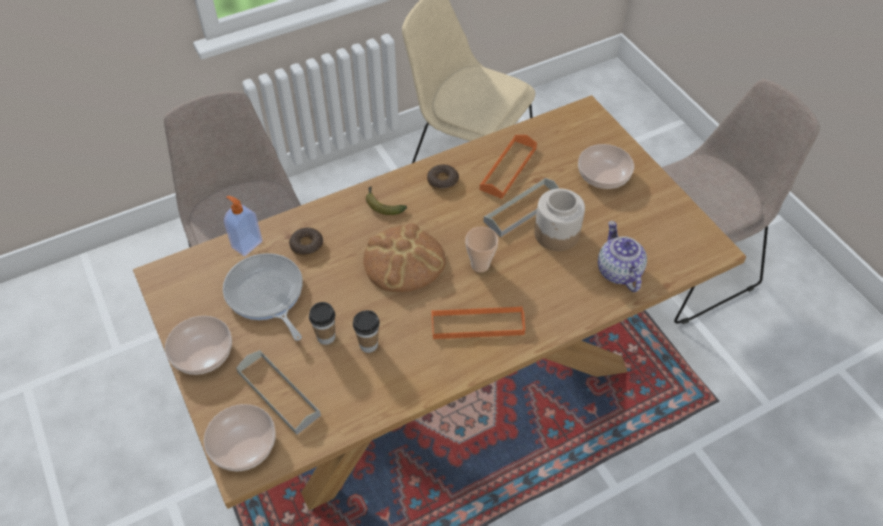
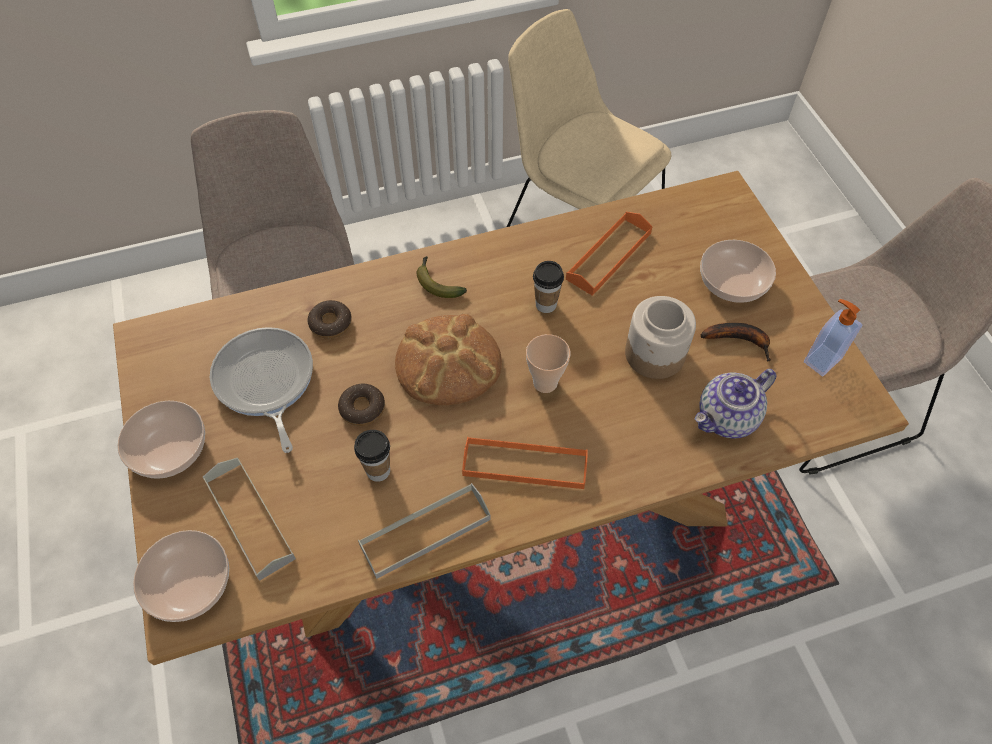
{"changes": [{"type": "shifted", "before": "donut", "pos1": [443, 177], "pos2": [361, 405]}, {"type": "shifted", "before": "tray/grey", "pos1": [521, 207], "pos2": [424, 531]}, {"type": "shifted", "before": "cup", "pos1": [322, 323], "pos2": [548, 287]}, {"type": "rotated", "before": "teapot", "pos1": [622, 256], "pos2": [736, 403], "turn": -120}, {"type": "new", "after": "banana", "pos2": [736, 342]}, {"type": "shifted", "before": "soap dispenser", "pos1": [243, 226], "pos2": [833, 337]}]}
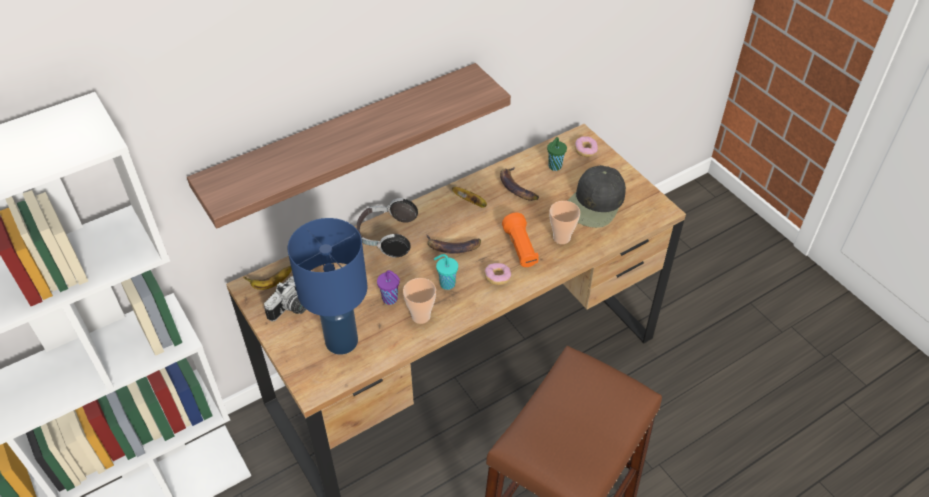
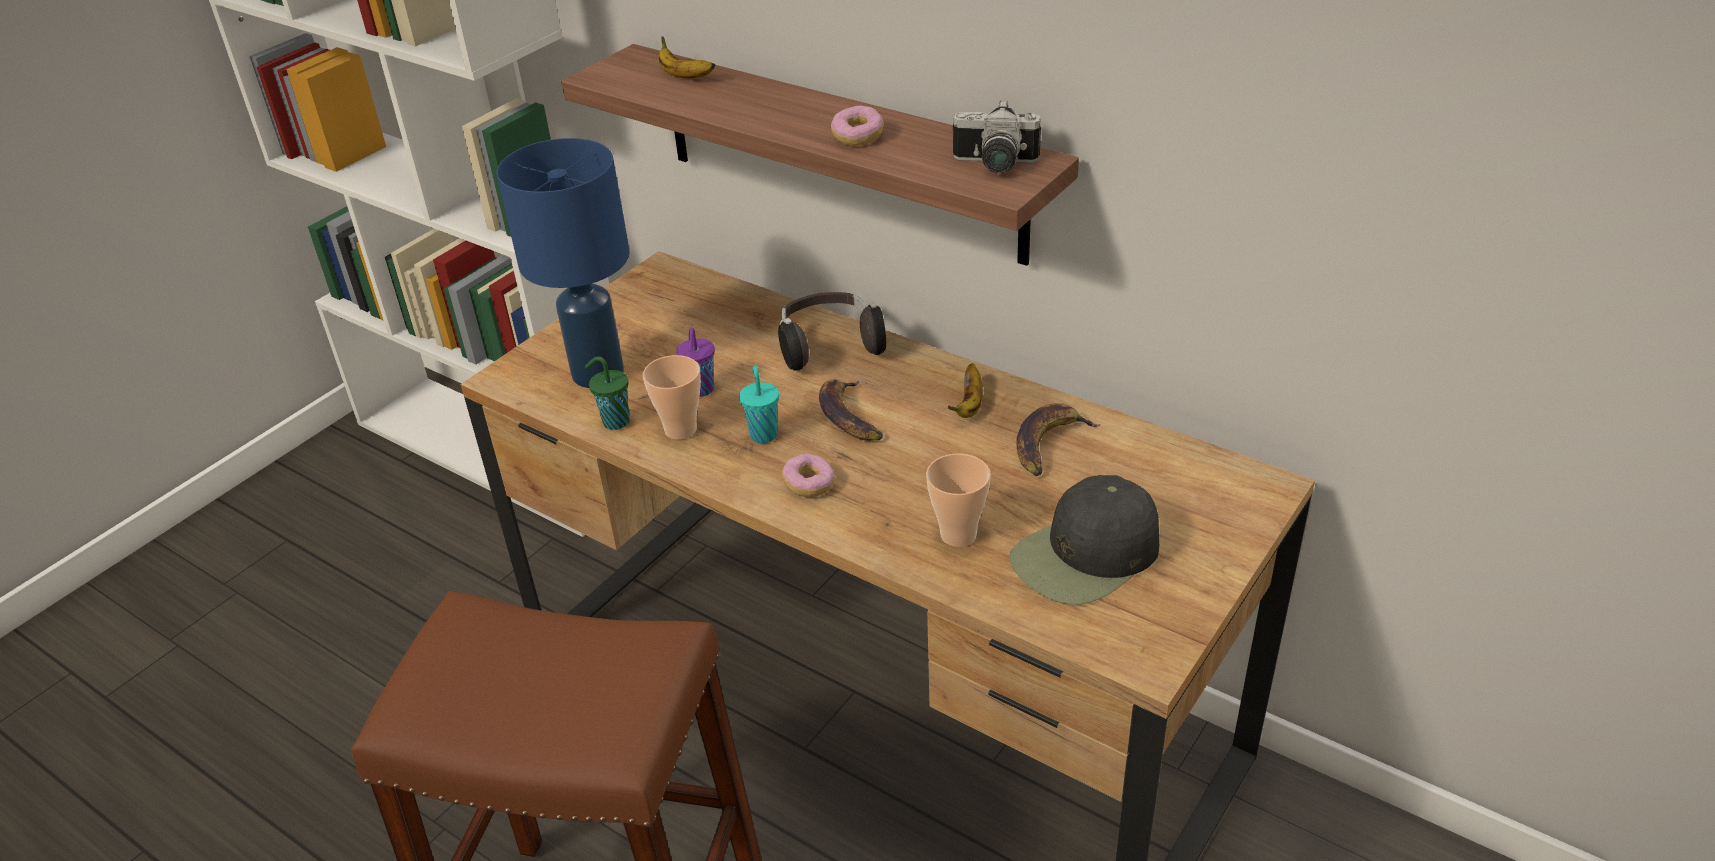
{"changes": [{"type": "shifted", "before": "cup/green", "pos1": [557, 154], "pos2": [607, 393]}, {"type": "shifted", "before": "banana", "pos1": [268, 278], "pos2": [686, 57]}, {"type": "shifted", "before": "donut", "pos1": [586, 146], "pos2": [857, 126]}, {"type": "shifted", "before": "photo camera", "pos1": [285, 299], "pos2": [997, 136]}, {"type": "rotated", "before": "cap/black", "pos1": [597, 196], "pos2": [1084, 540], "turn": -45}, {"type": "gone", "before": "flashlight/orange", "pos1": [520, 240]}]}
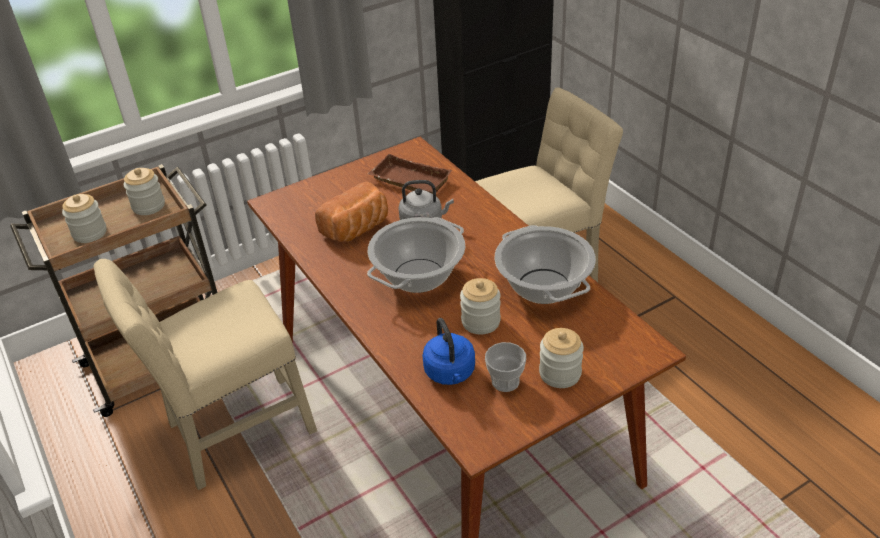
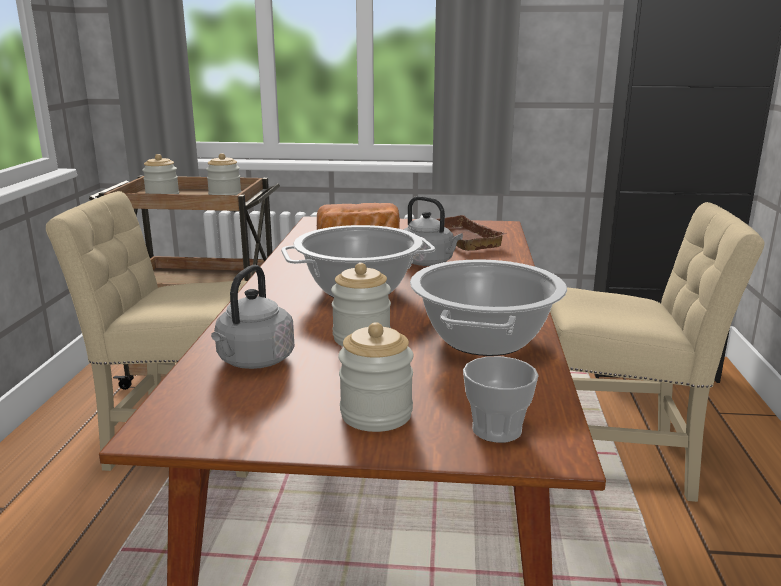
{"changes": [{"type": "repainted", "before": "kettle/blue", "after": "kettle/grey", "pos1": [448, 351], "pos2": [253, 317]}, {"type": "shifted", "before": "cup", "pos1": [505, 367], "pos2": [501, 399]}]}
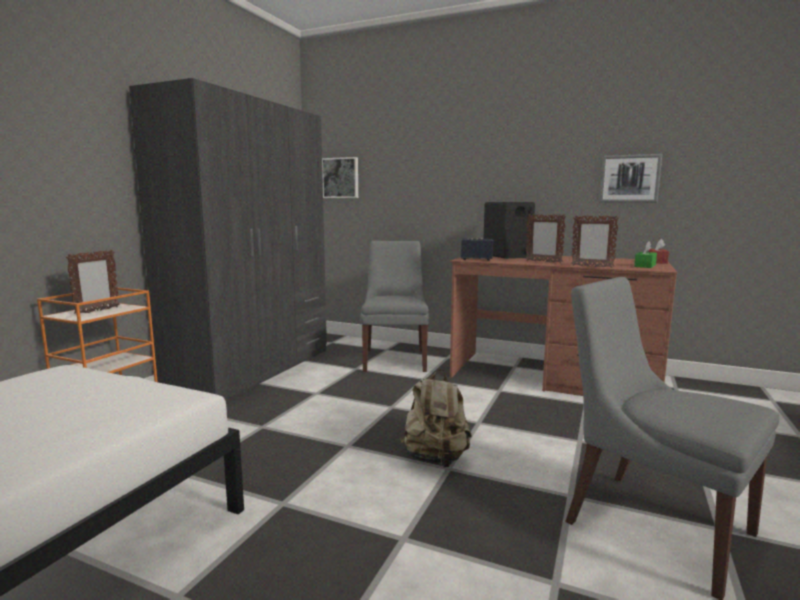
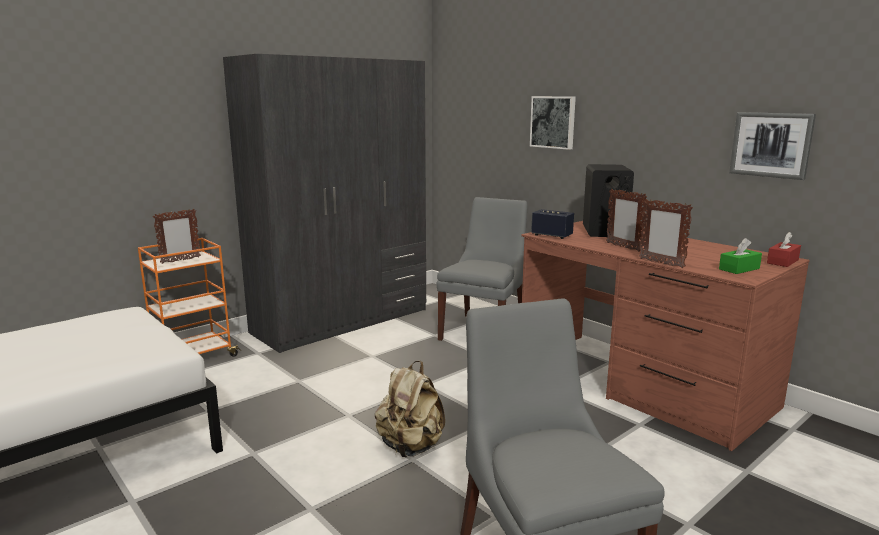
{"changes": [{"type": "shifted", "before": "picture", "pos1": [340, 177], "pos2": [553, 123]}]}
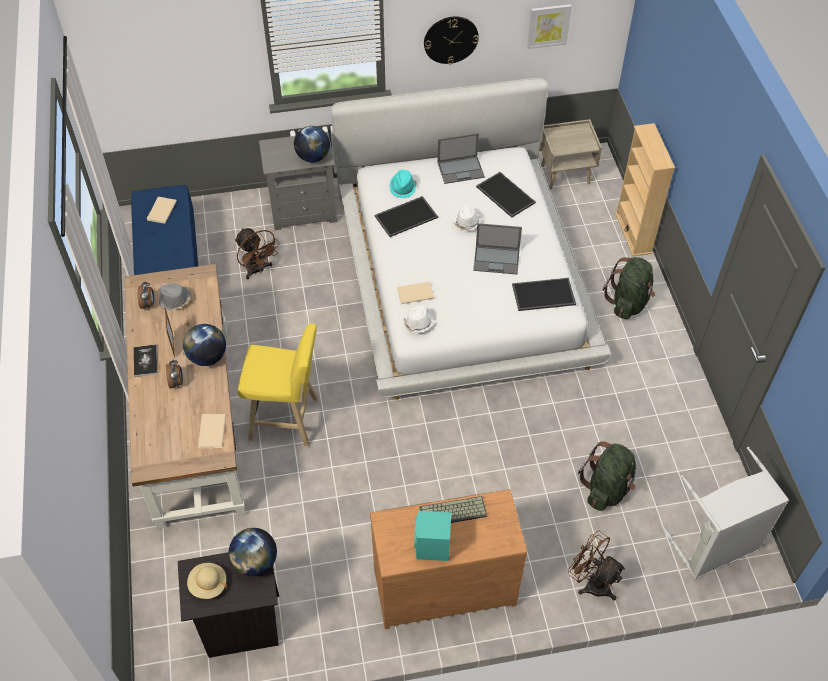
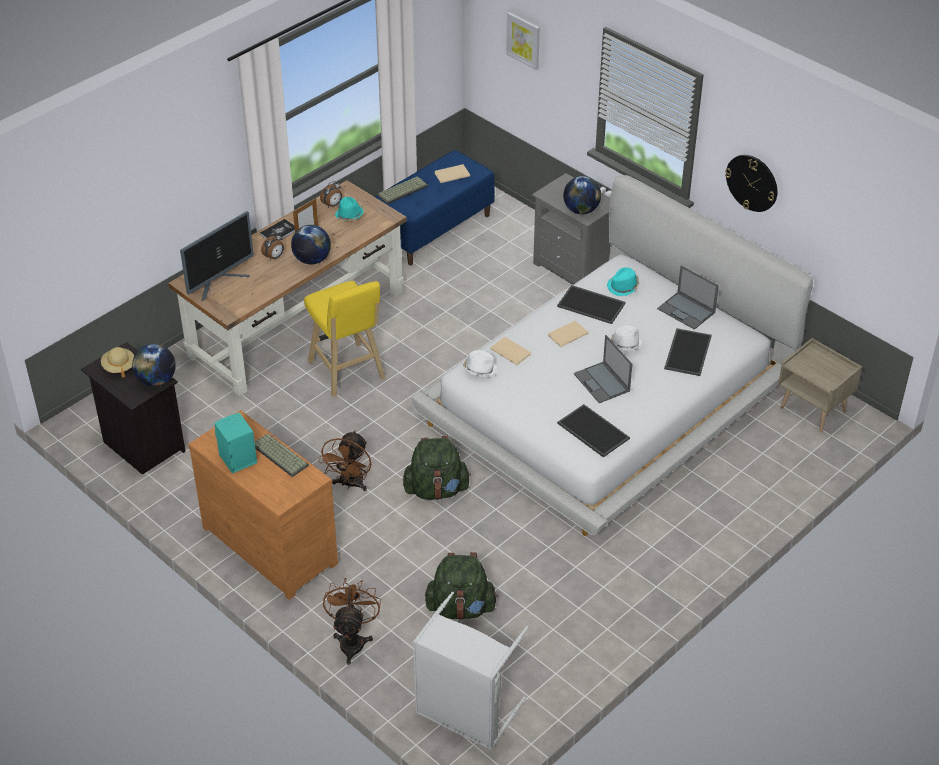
{"changes": [{"type": "new", "after": "monitor", "pos2": [217, 256]}, {"type": "shifted", "before": "fan/brown", "pos1": [257, 254], "pos2": [345, 460]}, {"type": "repainted", "before": "hat/grey", "after": "hat/turquoise", "pos1": [175, 296], "pos2": [349, 209]}, {"type": "new", "after": "keyboard", "pos2": [402, 190]}, {"type": "shifted", "before": "backpack/green", "pos1": [629, 288], "pos2": [437, 468]}, {"type": "shifted", "before": "picture", "pos1": [549, 26], "pos2": [523, 41]}, {"type": "shifted", "before": "book/beige", "pos1": [212, 431], "pos2": [568, 334]}, {"type": "gone", "before": "bookcase/beige", "pos1": [645, 189]}]}
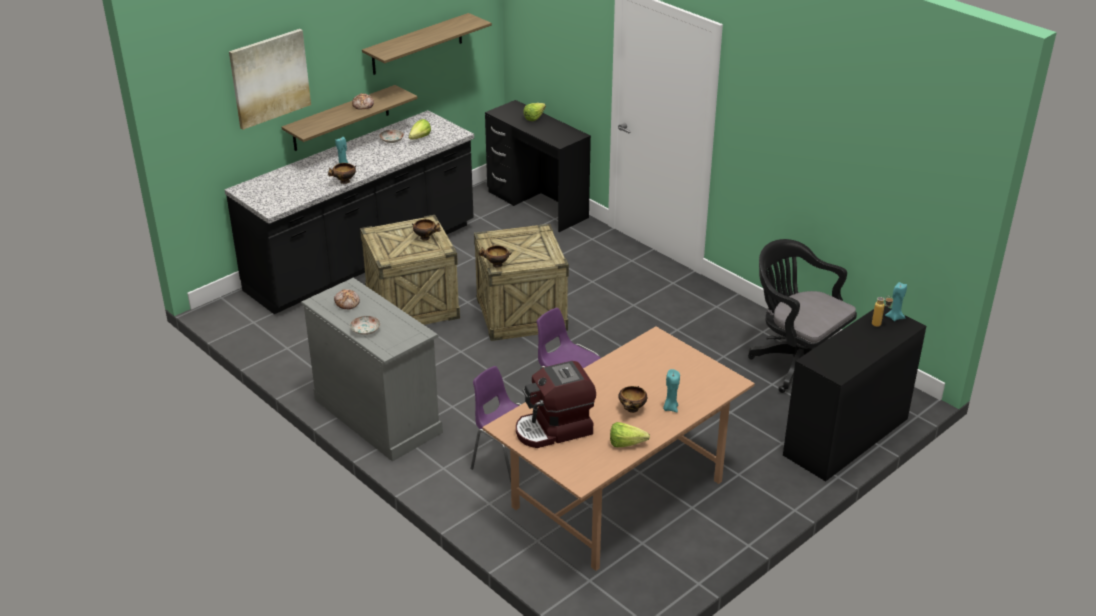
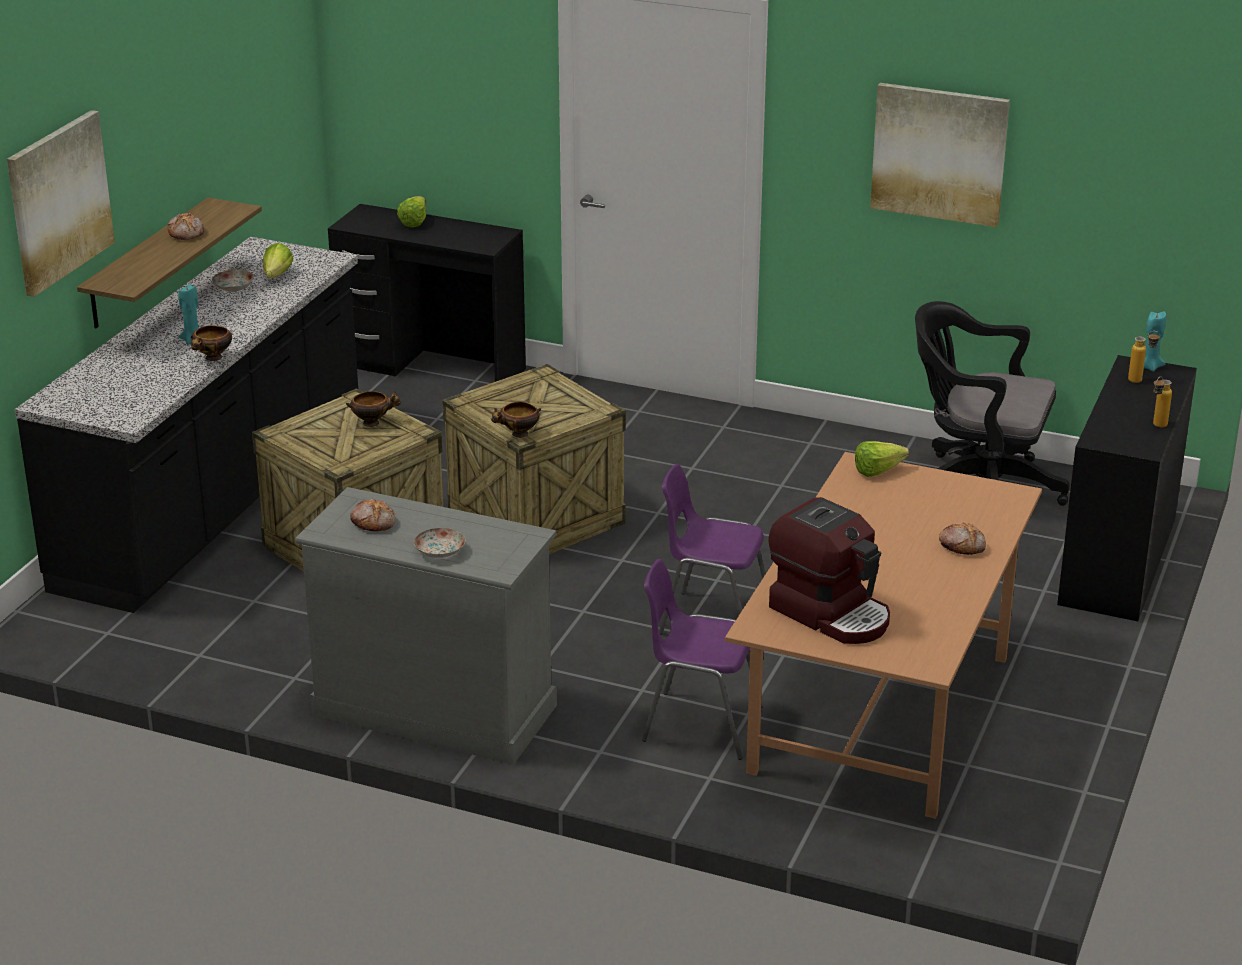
{"changes": [{"type": "rotated", "before": "coffee machine", "pos1": [556, 404], "pos2": [829, 570], "turn": -90}, {"type": "shifted", "before": "lettuce", "pos1": [630, 434], "pos2": [882, 459]}, {"type": "new", "after": "picture", "pos2": [940, 155]}, {"type": "swapped", "before": "candle/turquoise", "after": "bread", "pos1": [671, 390], "pos2": [962, 538]}, {"type": "new", "after": "bottle", "pos2": [1162, 401]}, {"type": "gone", "before": "shelf", "pos1": [427, 44]}, {"type": "gone", "before": "bowl", "pos1": [632, 399]}]}
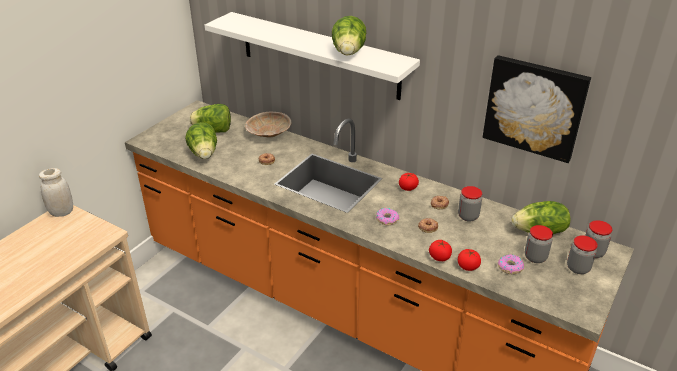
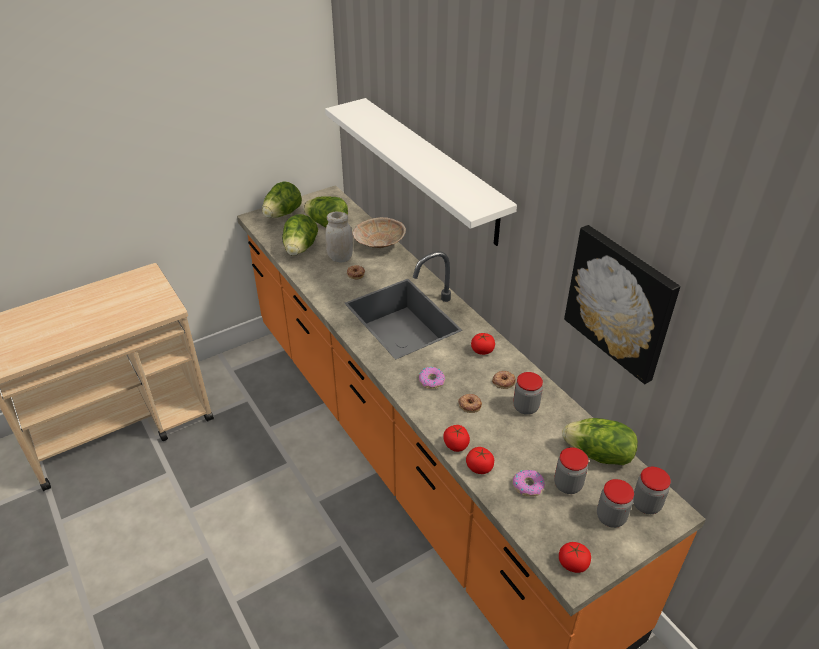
{"changes": [{"type": "shifted", "before": "lettuce", "pos1": [349, 36], "pos2": [282, 199]}, {"type": "shifted", "before": "jar/white", "pos1": [56, 192], "pos2": [339, 237]}, {"type": "new", "after": "tomato", "pos2": [575, 557]}]}
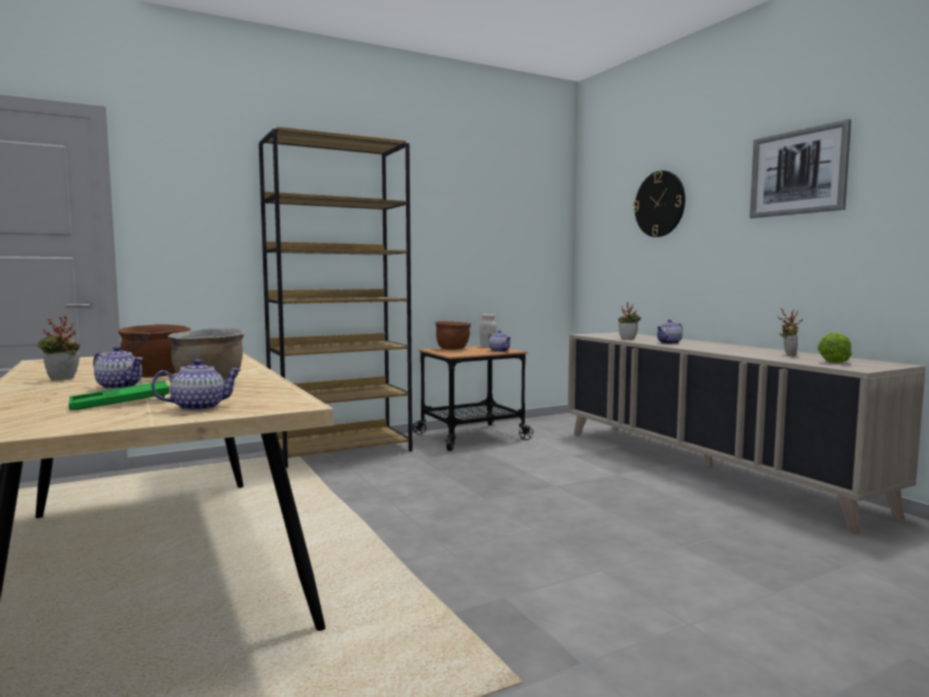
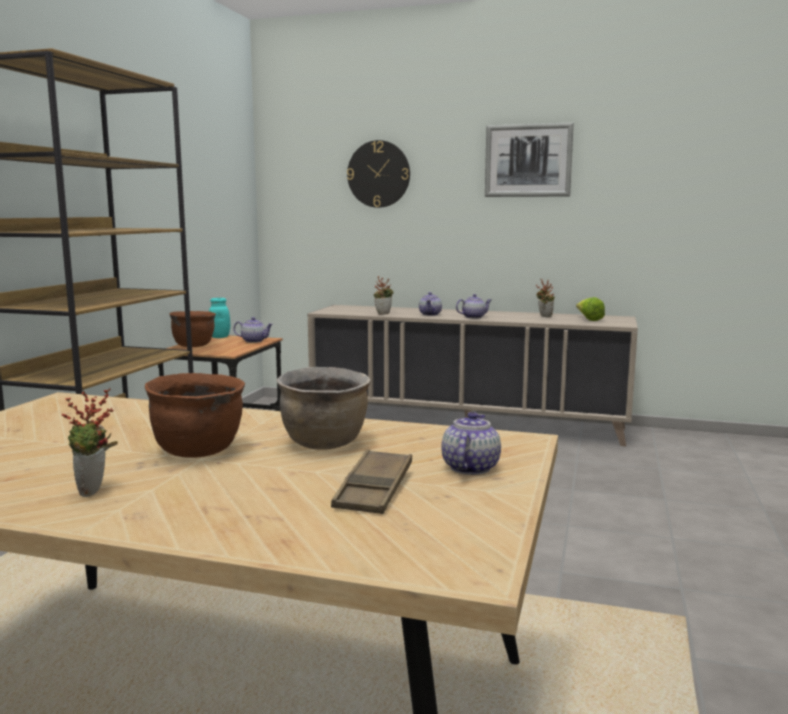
{"changes": [{"type": "repainted", "before": "jar/white", "after": "jar/turquoise", "pos1": [488, 330], "pos2": [219, 318]}, {"type": "repainted", "before": "tray/green", "after": "tray/brown", "pos1": [119, 395], "pos2": [371, 481]}, {"type": "shifted", "before": "teapot", "pos1": [118, 367], "pos2": [473, 306]}]}
